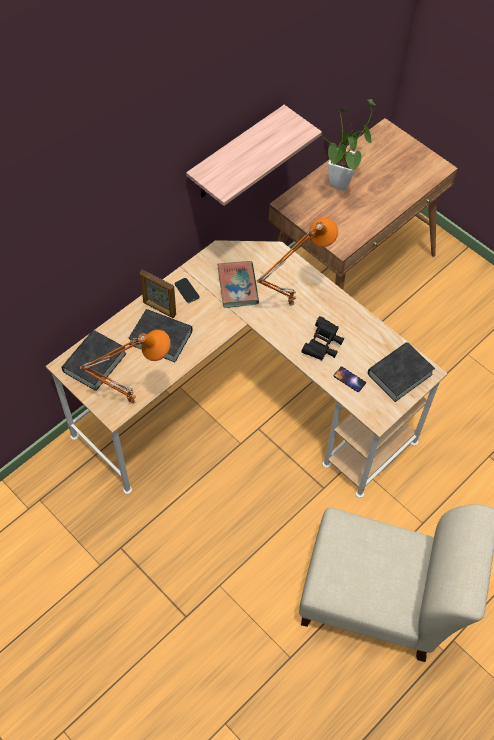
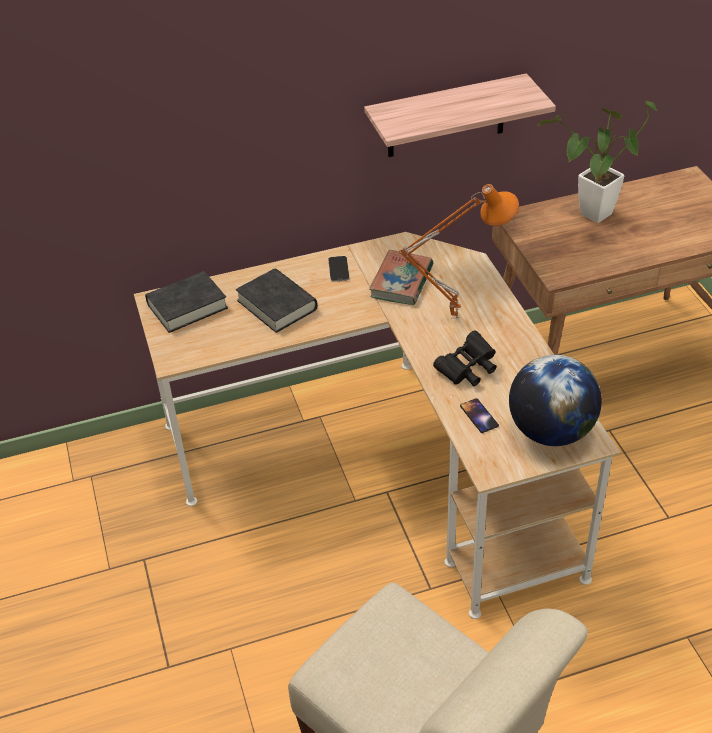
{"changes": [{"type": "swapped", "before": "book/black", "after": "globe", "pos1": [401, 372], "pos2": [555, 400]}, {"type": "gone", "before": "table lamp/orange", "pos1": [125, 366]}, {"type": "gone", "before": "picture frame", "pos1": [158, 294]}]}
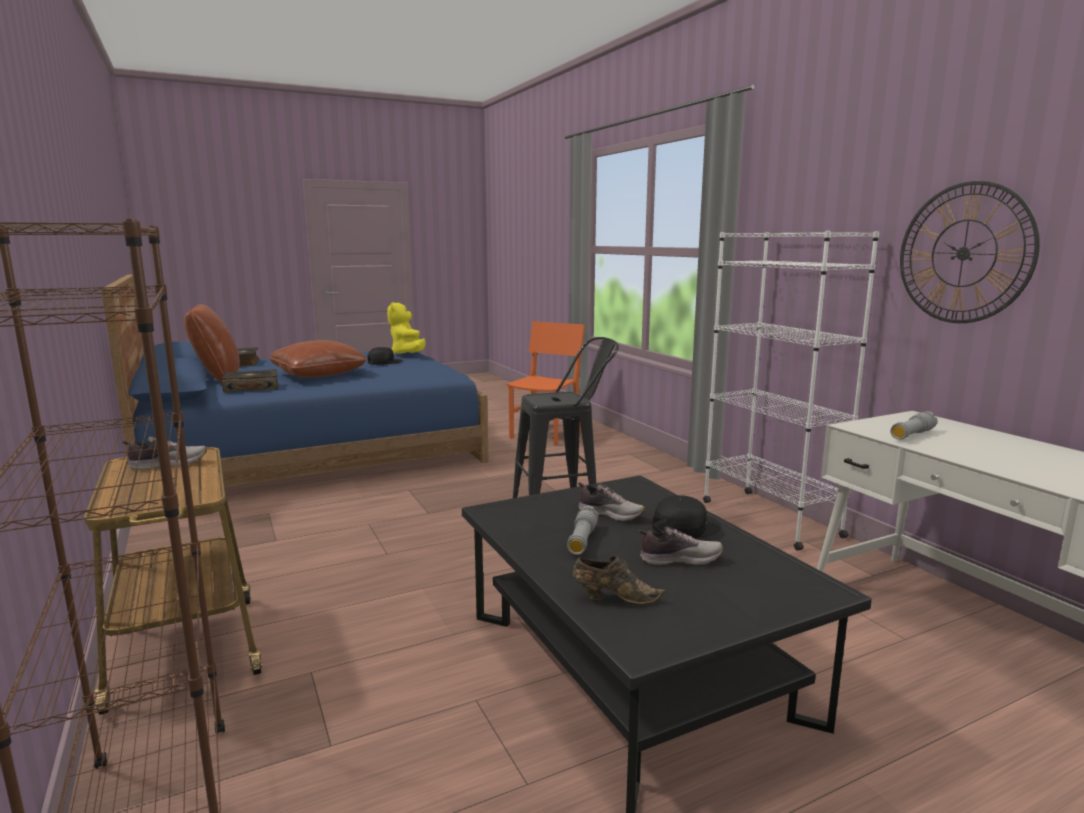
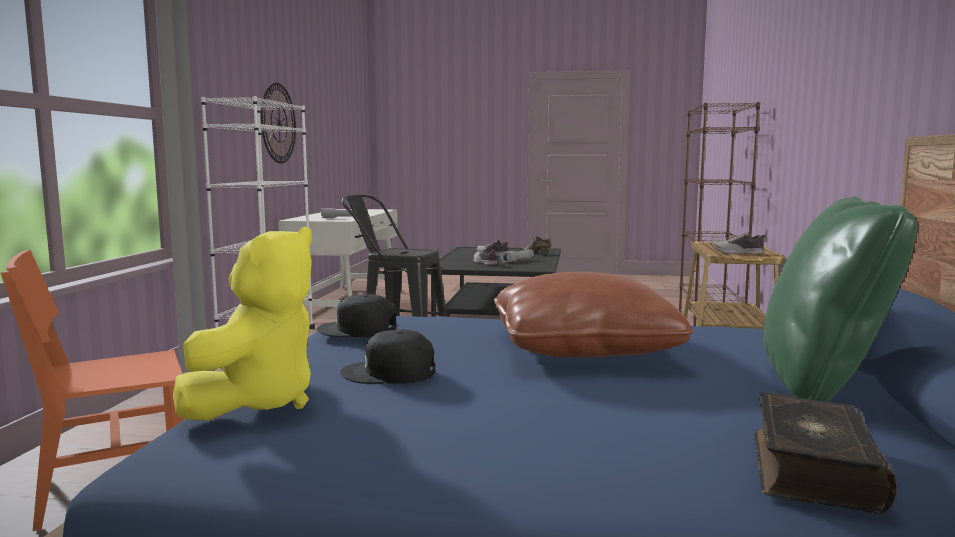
{"changes": [{"type": "shifted", "before": "cap/black", "pos1": [686, 517], "pos2": [356, 315]}, {"type": "repainted", "before": "pillow/brown", "after": "pillow/green", "pos1": [212, 343], "pos2": [840, 299]}, {"type": "gone", "before": "book", "pos1": [250, 380]}]}
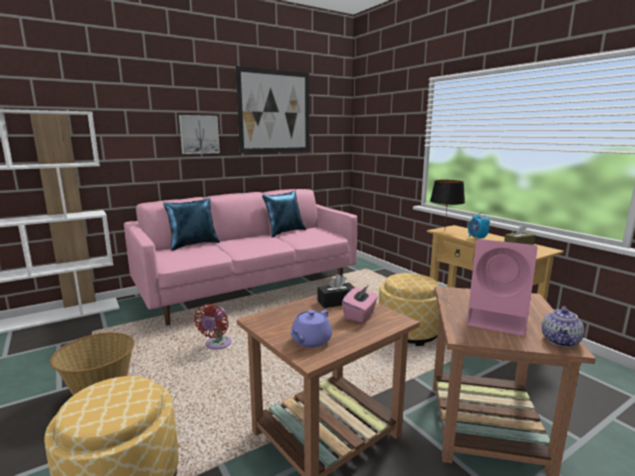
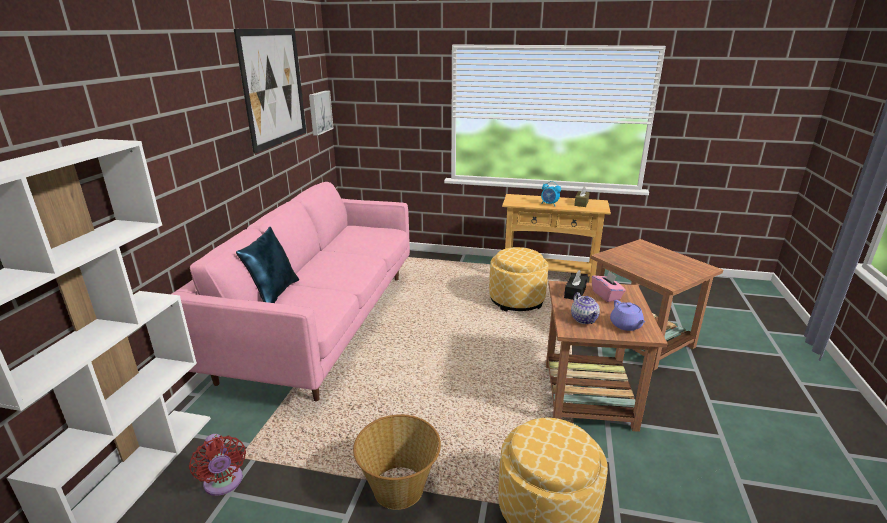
{"changes": [{"type": "shifted", "before": "fan/red", "pos1": [213, 326], "pos2": [217, 465]}, {"type": "shifted", "before": "picture", "pos1": [199, 134], "pos2": [321, 113]}, {"type": "shifted", "before": "teapot", "pos1": [563, 326], "pos2": [585, 308]}, {"type": "gone", "before": "pillow/blue", "pos1": [284, 214]}, {"type": "gone", "before": "table lamp/black", "pos1": [447, 203]}, {"type": "gone", "before": "speaker/pink", "pos1": [502, 287]}]}
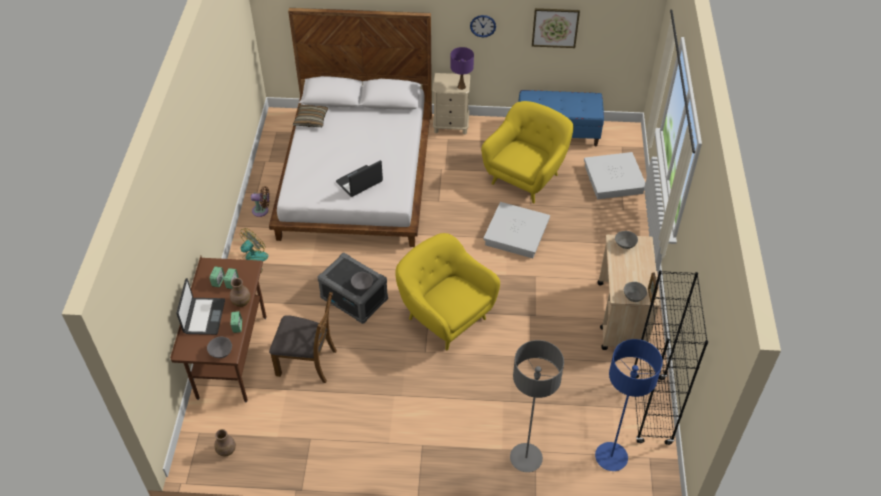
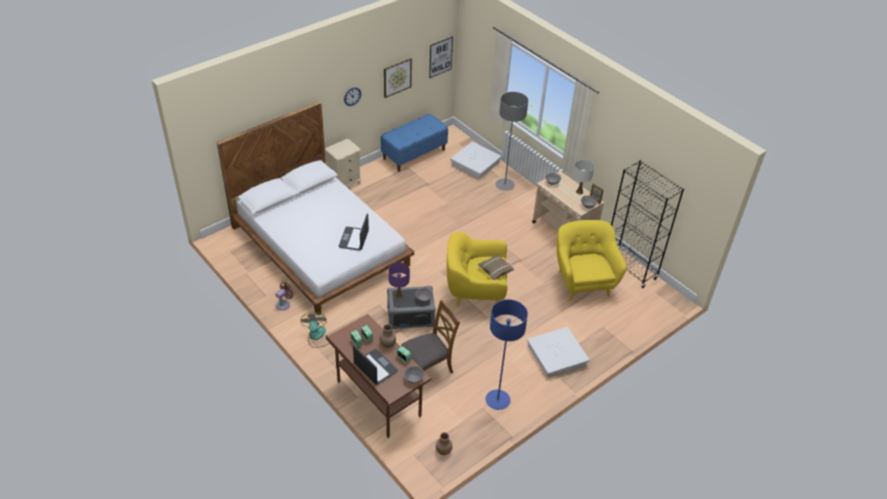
{"changes": [{"type": "shifted", "before": "table lamp/purple", "pos1": [462, 68], "pos2": [399, 280]}, {"type": "new", "after": "picture", "pos2": [441, 57]}, {"type": "shifted", "before": "pillow", "pos1": [310, 116], "pos2": [496, 267]}, {"type": "shifted", "before": "floor lamp/blue", "pos1": [629, 405], "pos2": [507, 354]}, {"type": "shifted", "before": "floor lamp/grey", "pos1": [537, 406], "pos2": [511, 141]}, {"type": "shifted", "before": "storage box/white", "pos1": [516, 230], "pos2": [558, 352]}, {"type": "shifted", "before": "armchair/yellow", "pos1": [527, 152], "pos2": [592, 260]}, {"type": "new", "after": "table lamp/white", "pos2": [584, 177]}]}
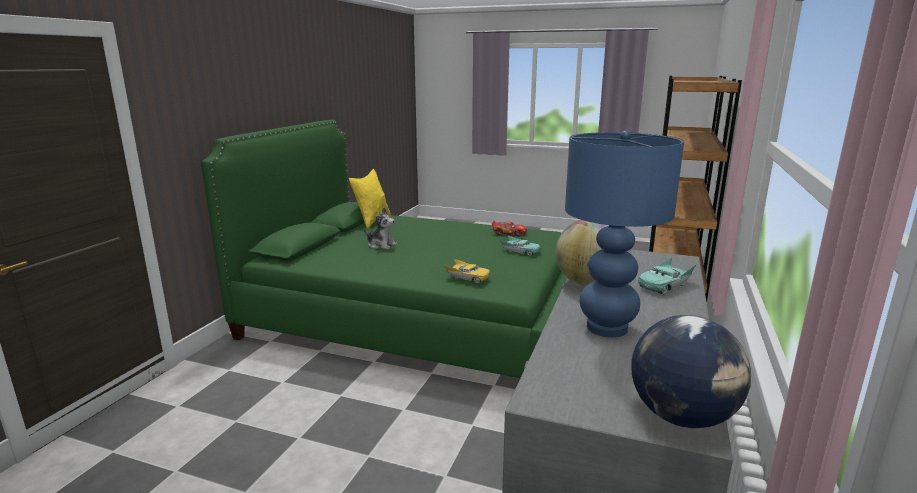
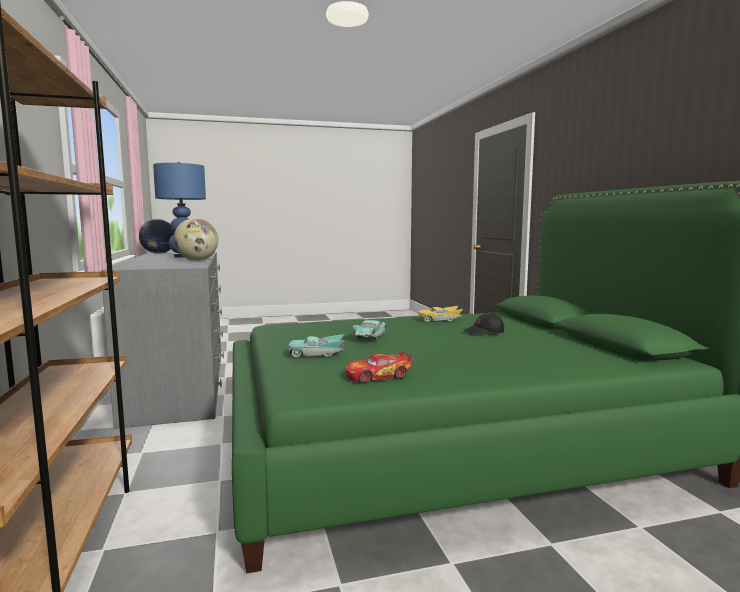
{"changes": [{"type": "shifted", "before": "toy car/turquoise", "pos1": [667, 275], "pos2": [369, 330]}, {"type": "shifted", "before": "toy car/yellow", "pos1": [467, 271], "pos2": [441, 314]}, {"type": "swapped", "before": "plush toy", "after": "cap/black", "pos1": [380, 228], "pos2": [484, 324]}, {"type": "gone", "before": "pillow/yellow", "pos1": [370, 198]}]}
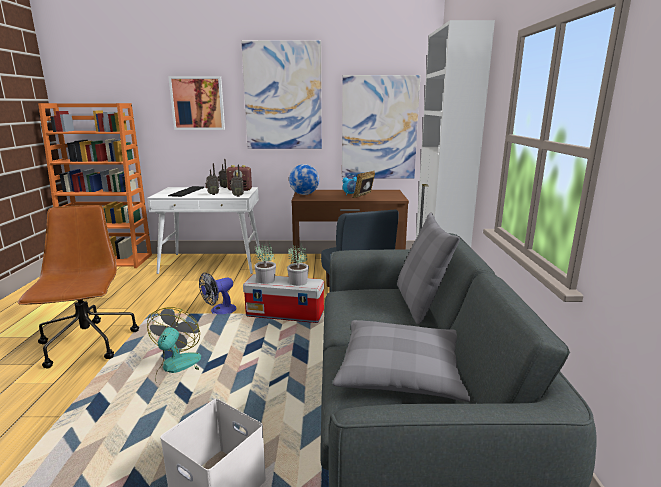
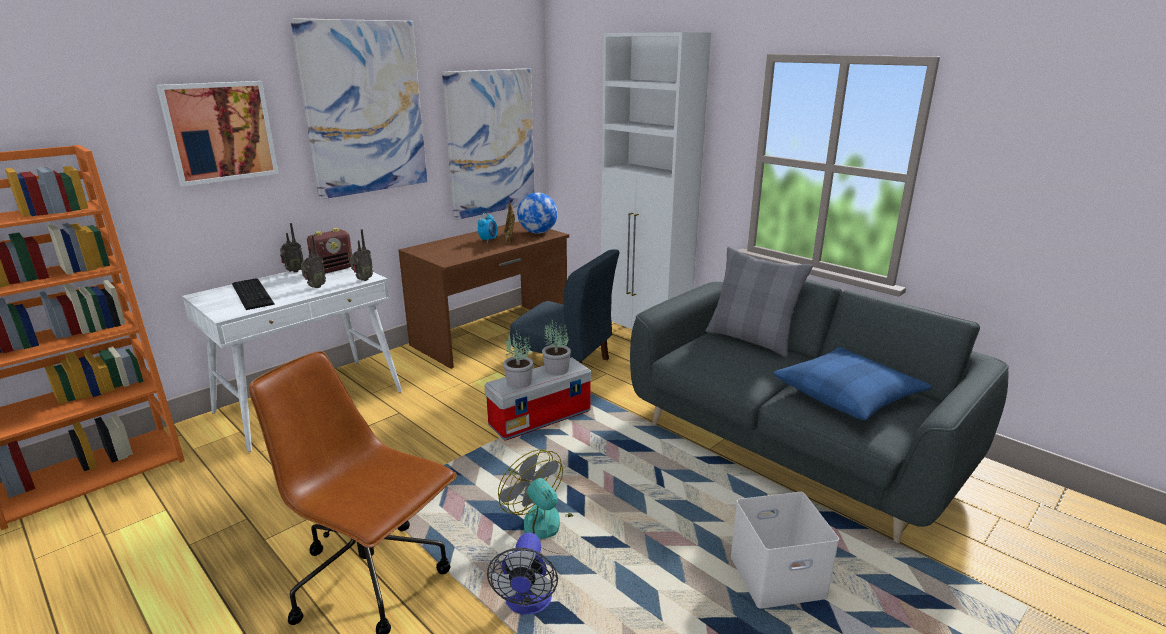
{"changes": [{"type": "shifted", "before": "fan", "pos1": [217, 293], "pos2": [522, 573]}, {"type": "shifted", "before": "globe", "pos1": [304, 179], "pos2": [537, 213]}, {"type": "repainted", "before": "pillow/grey", "after": "pillow/blue", "pos1": [402, 361], "pos2": [852, 383]}]}
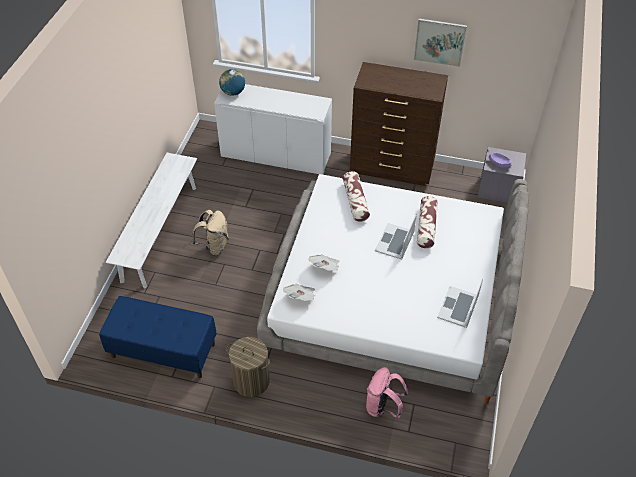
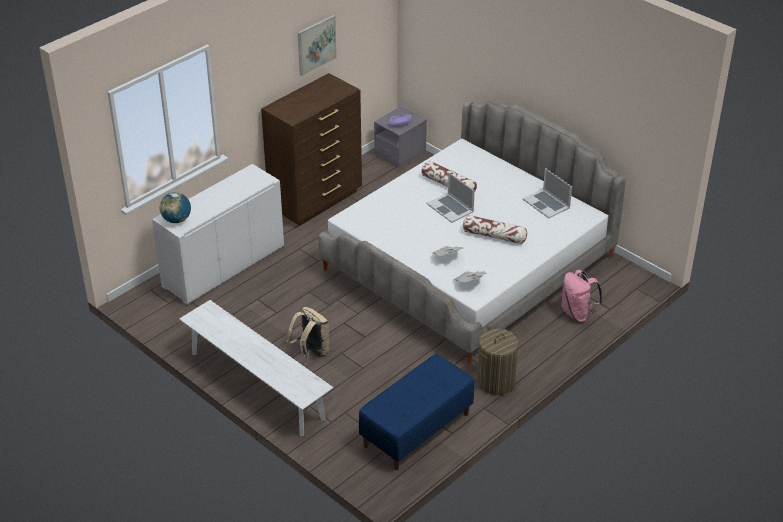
{"changes": [{"type": "shifted", "before": "pillow", "pos1": [356, 196], "pos2": [495, 229]}]}
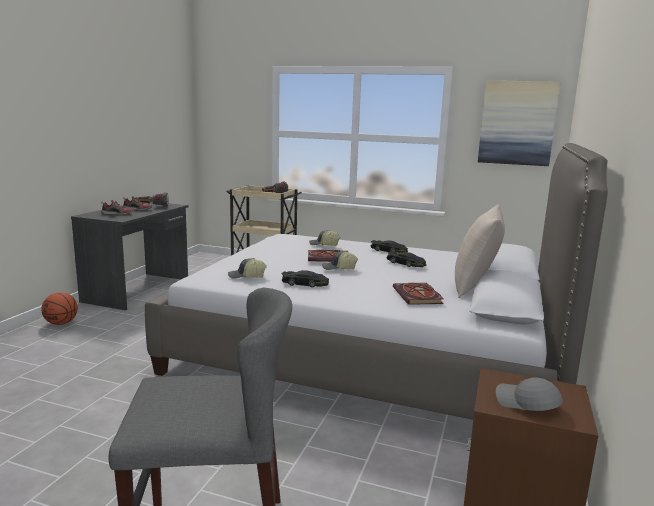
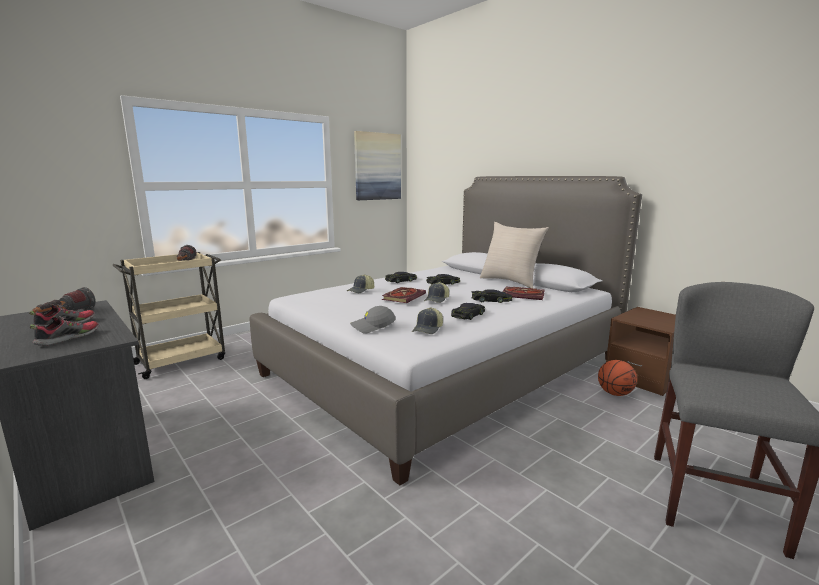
{"changes": [{"type": "shifted", "before": "cap/grey", "pos1": [529, 394], "pos2": [373, 320]}, {"type": "new", "after": "toy car/black", "pos2": [491, 296]}, {"type": "shifted", "before": "basketball", "pos1": [59, 308], "pos2": [617, 378]}]}
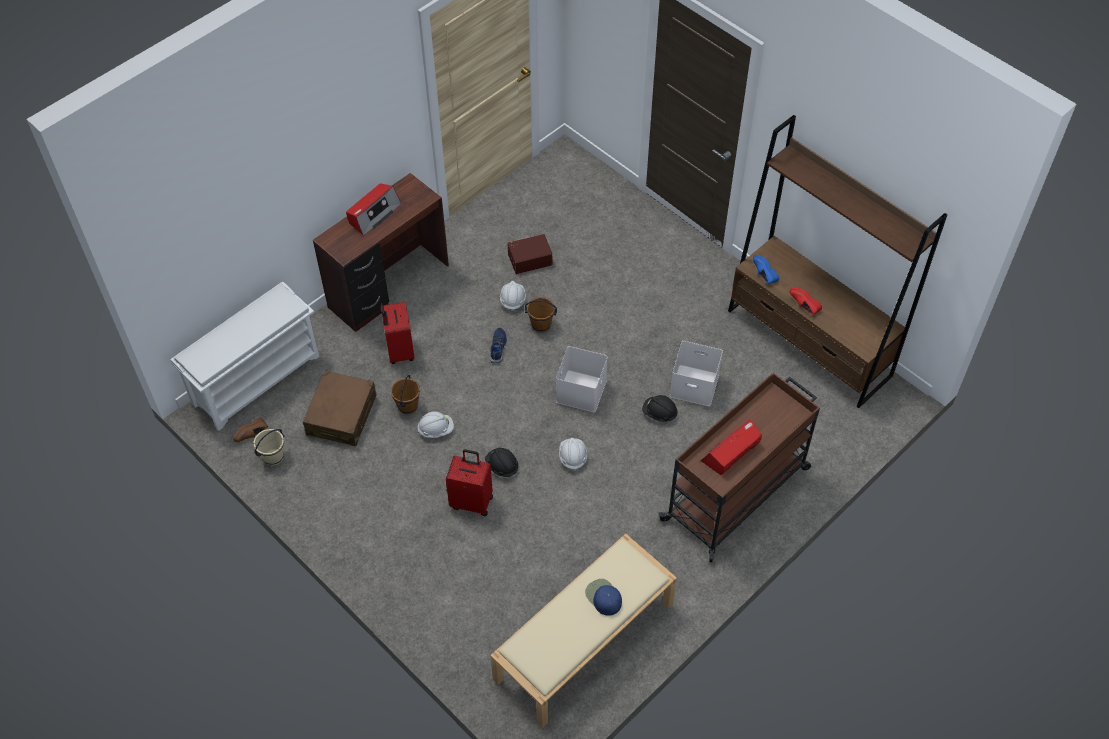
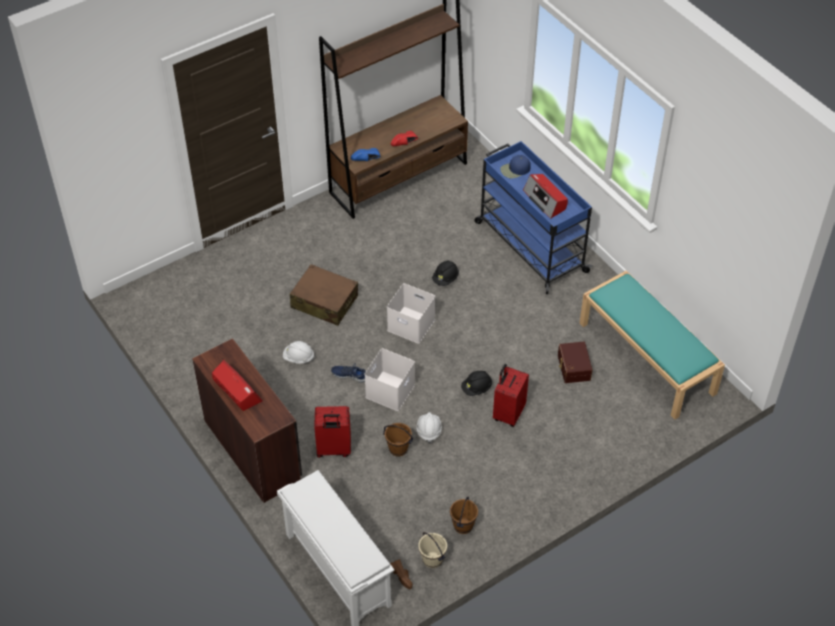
{"changes": [{"type": "shifted", "before": "suitcase/brown", "pos1": [339, 408], "pos2": [324, 295]}, {"type": "shifted", "before": "storage box/white", "pos1": [696, 373], "pos2": [389, 379]}, {"type": "shifted", "before": "bucket/brown", "pos1": [541, 314], "pos2": [464, 515]}, {"type": "repainted", "before": "cart/brown", "after": "cart/blue", "pos1": [739, 467], "pos2": [533, 217]}, {"type": "shifted", "before": "cap/blue", "pos1": [603, 597], "pos2": [515, 166]}, {"type": "shifted", "before": "storage box/brown", "pos1": [529, 254], "pos2": [575, 362]}, {"type": "repainted", "before": "bench/beige", "after": "bench/turquoise", "pos1": [583, 630], "pos2": [652, 345]}, {"type": "gone", "before": "hard hat/white", "pos1": [573, 454]}]}
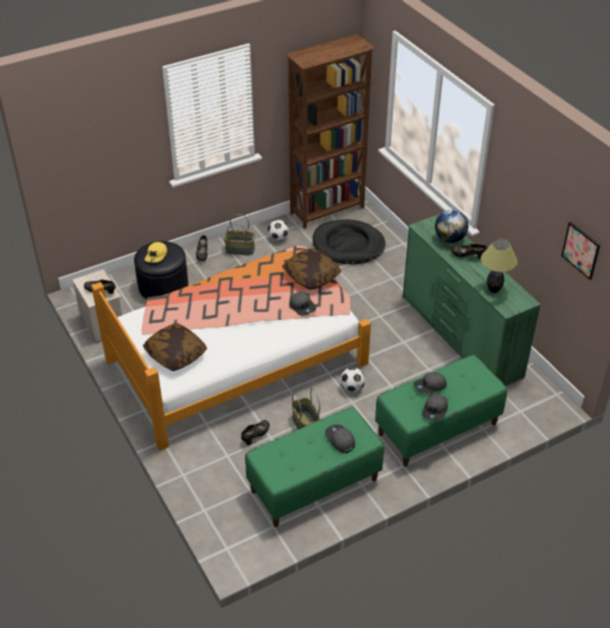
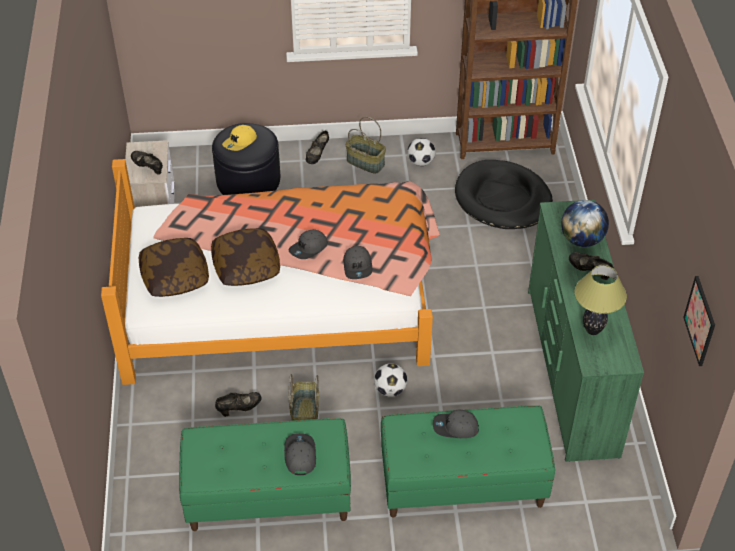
{"changes": [{"type": "shifted", "before": "pillow", "pos1": [311, 269], "pos2": [245, 257]}, {"type": "shifted", "before": "cap/grey", "pos1": [435, 407], "pos2": [308, 244]}]}
